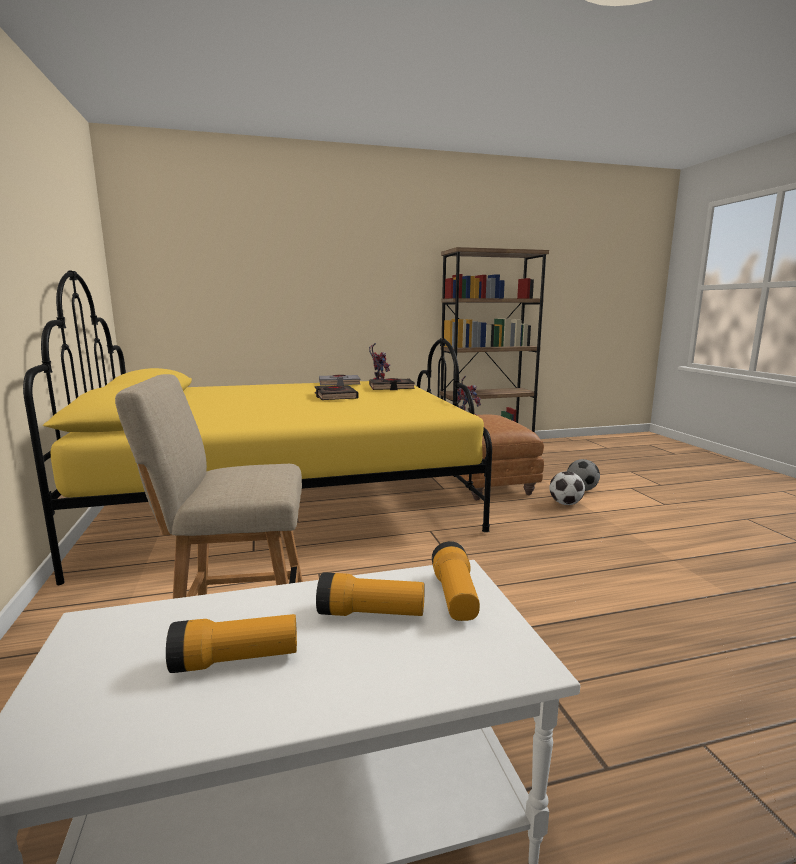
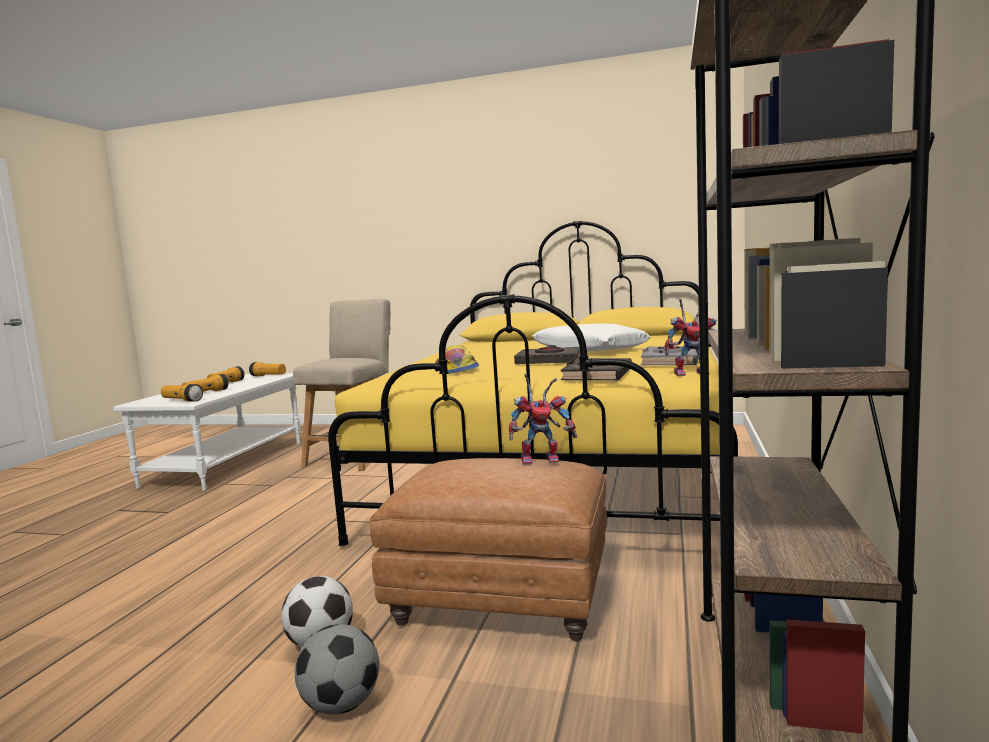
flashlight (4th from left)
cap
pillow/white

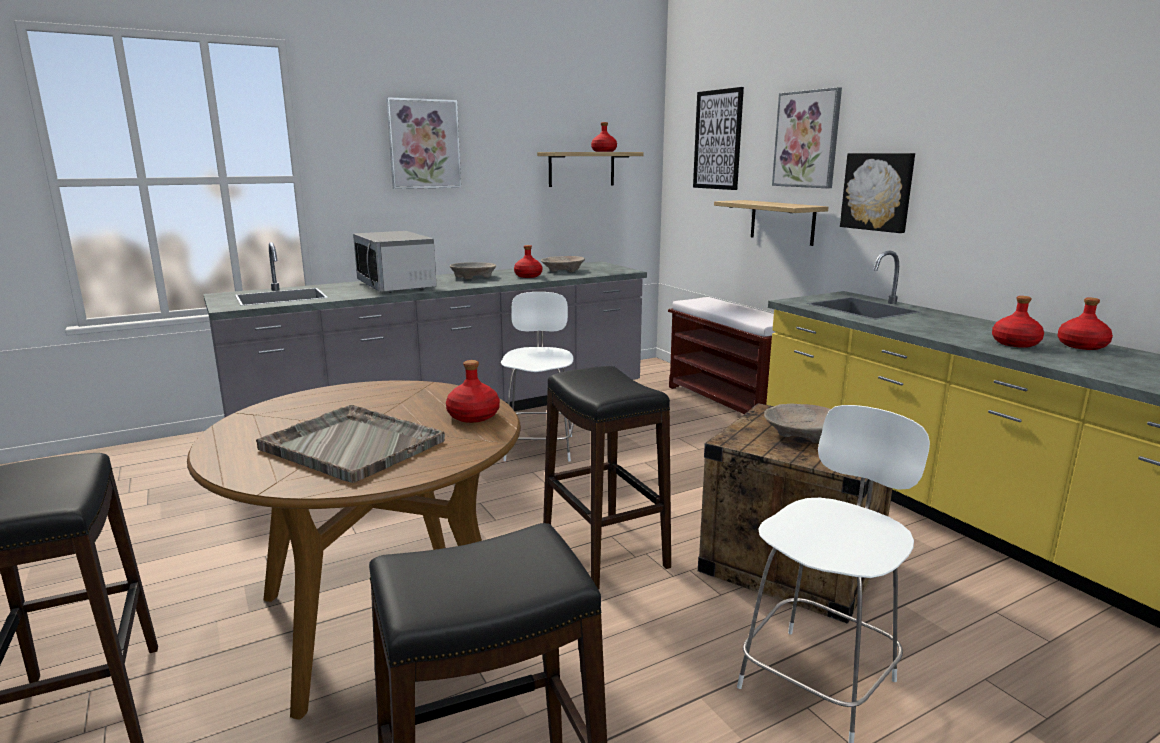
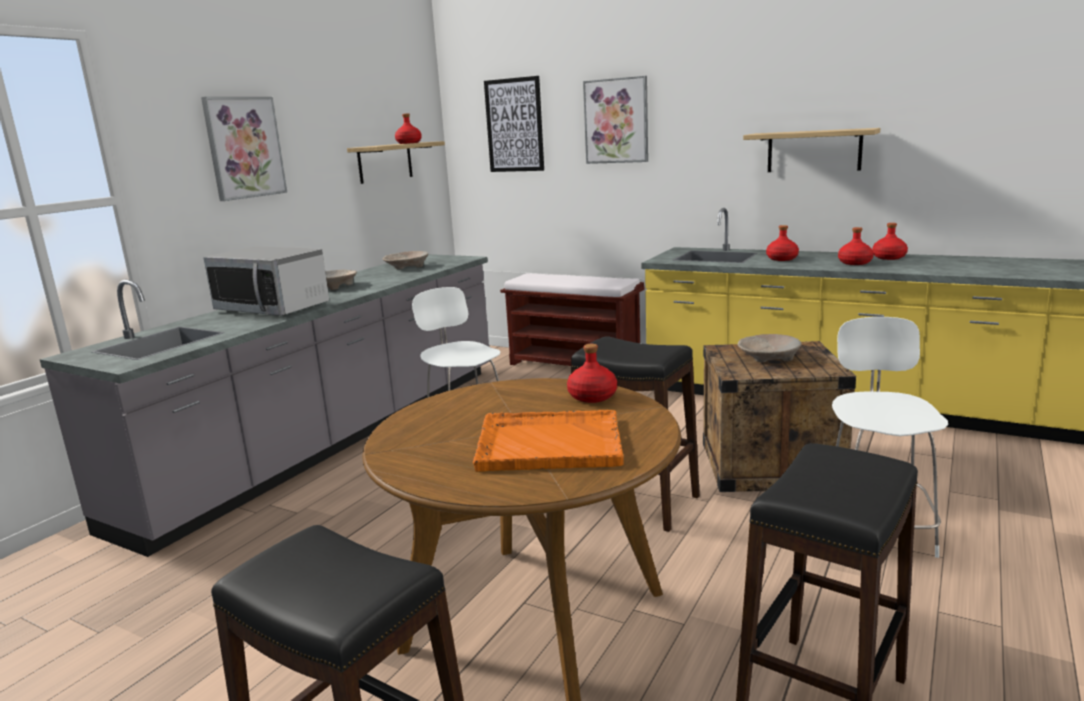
tray/orange
bottle/red (3rd from left)
shelf (2nd from left)
picture (4th from left in the first image)

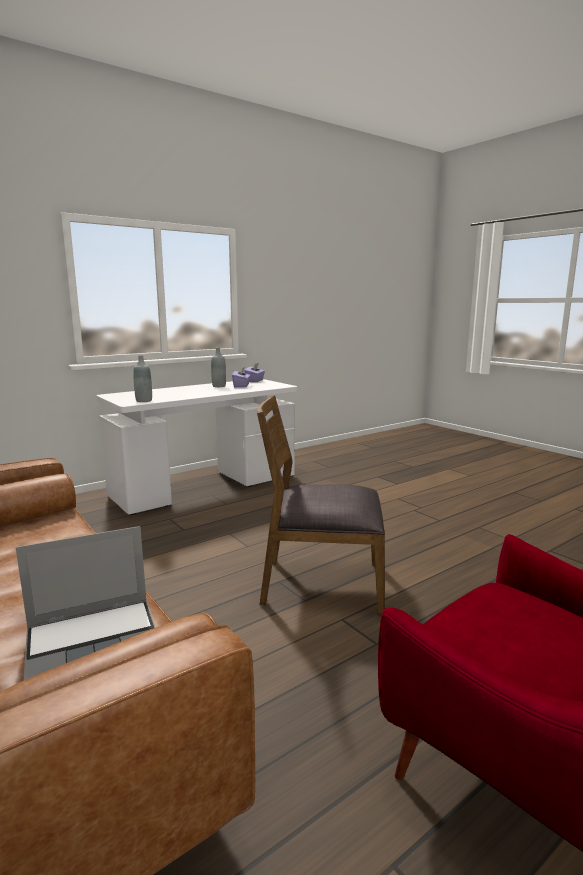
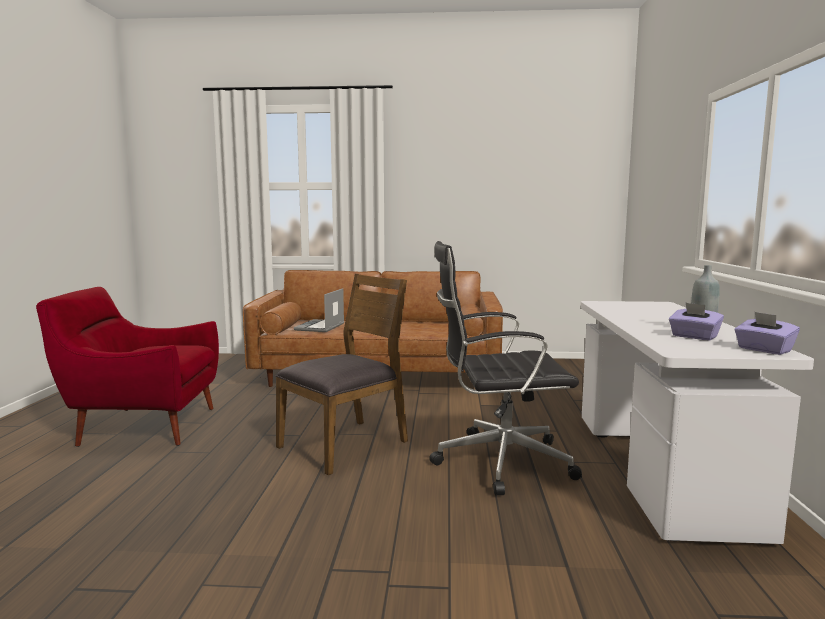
bottle/grey (1st from left in the first image)
office chair/black

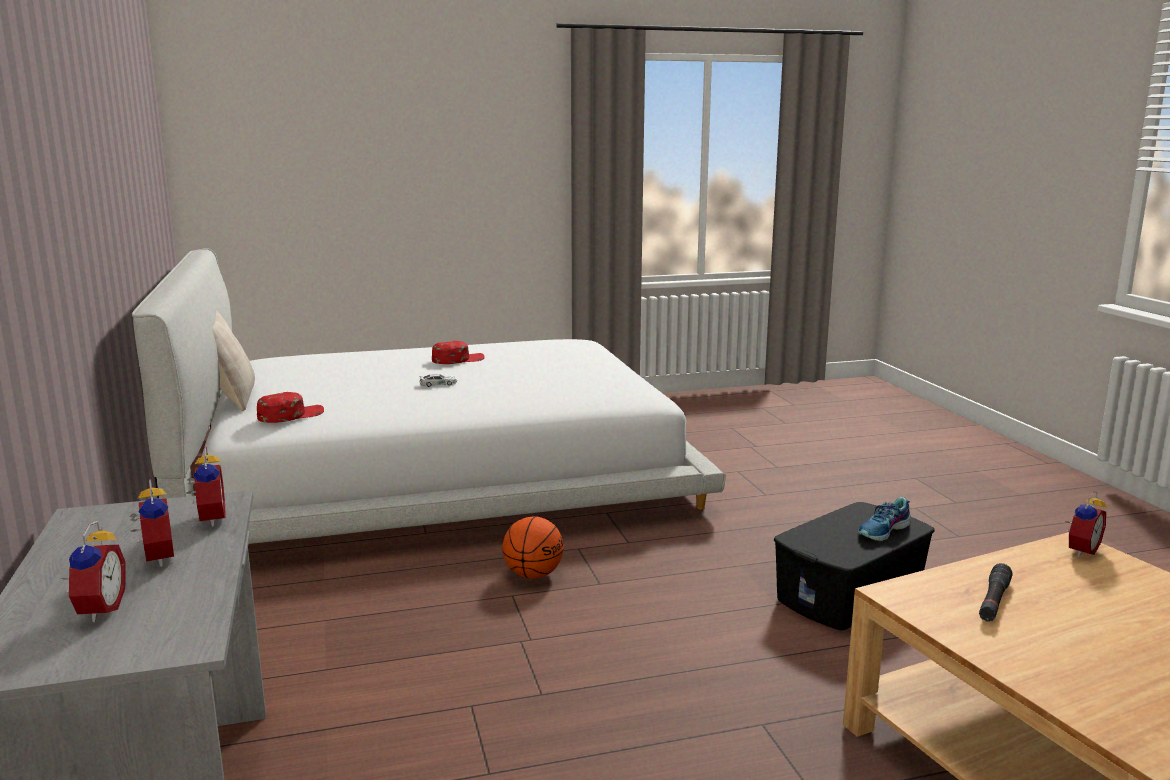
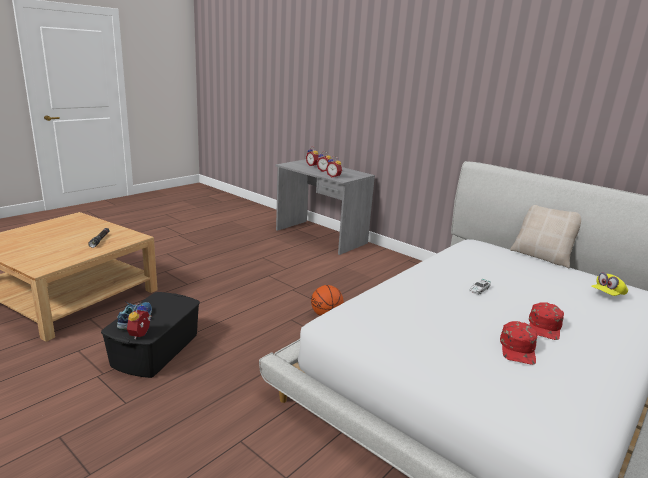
cap/red (1st from left)
alarm clock (1st from left)
cap/yellow

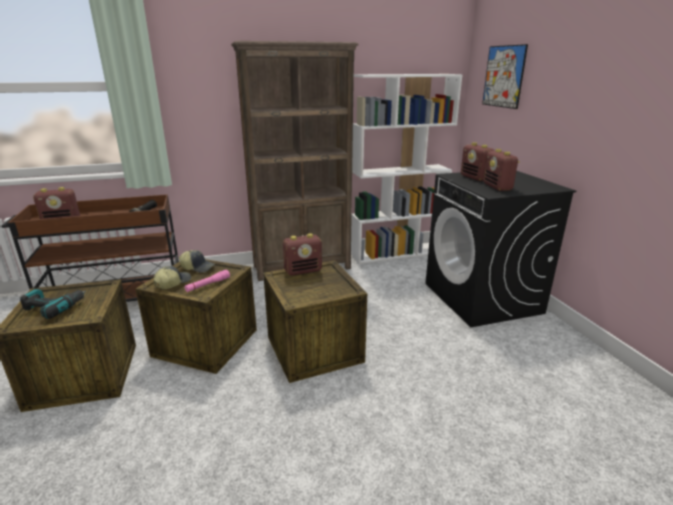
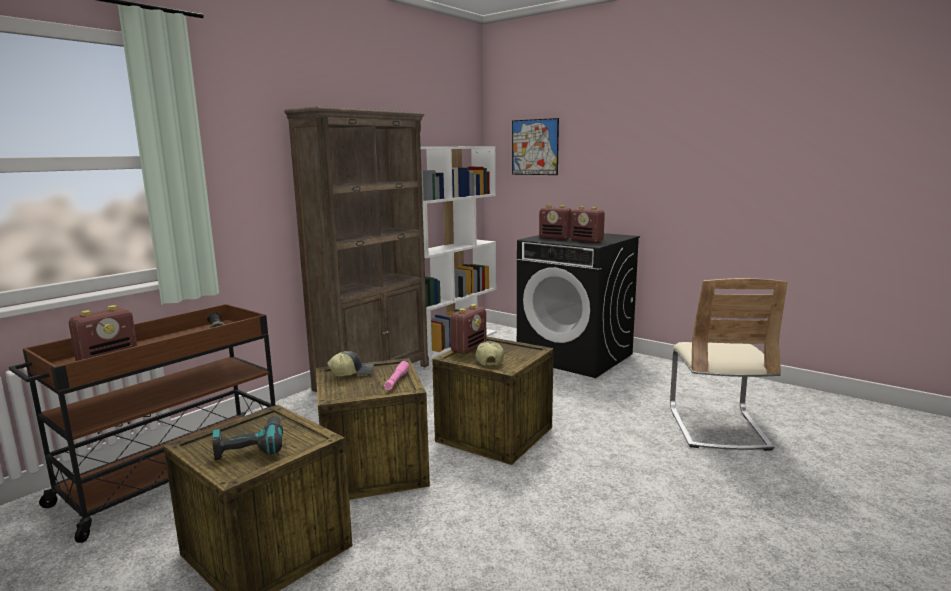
cap (2nd from left)
chair/beige

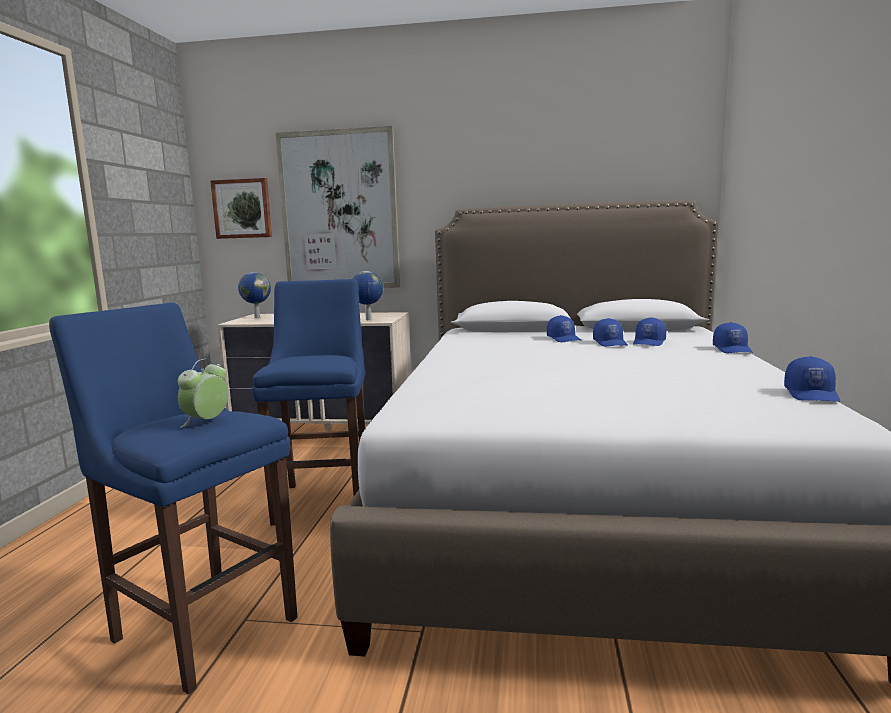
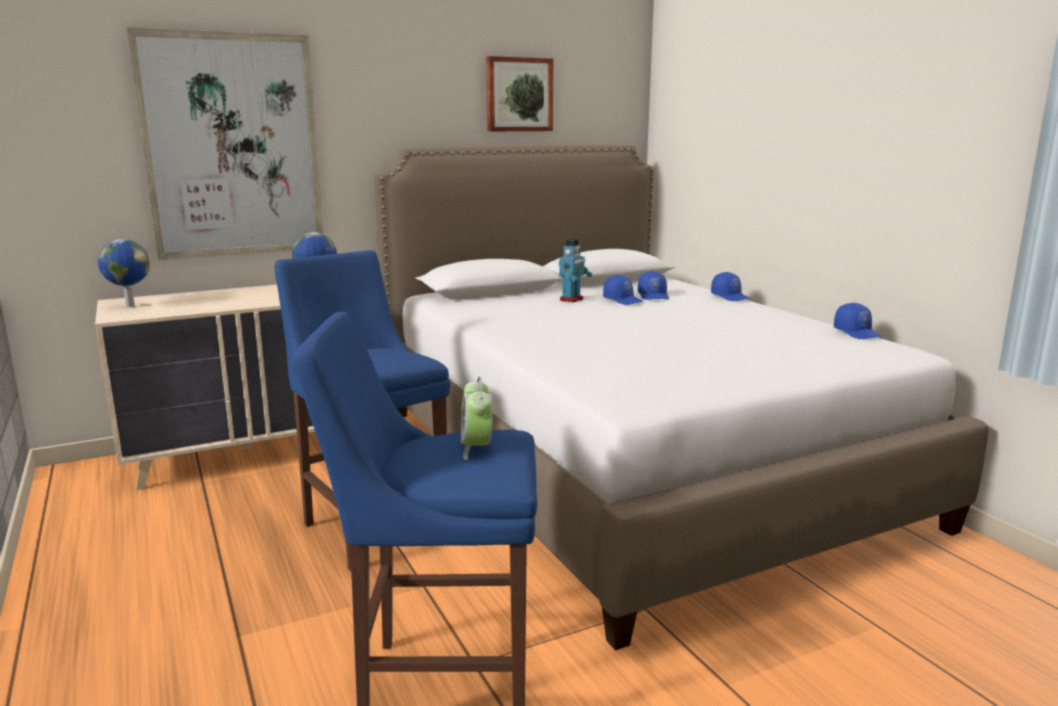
picture (2nd from left)
toy robot

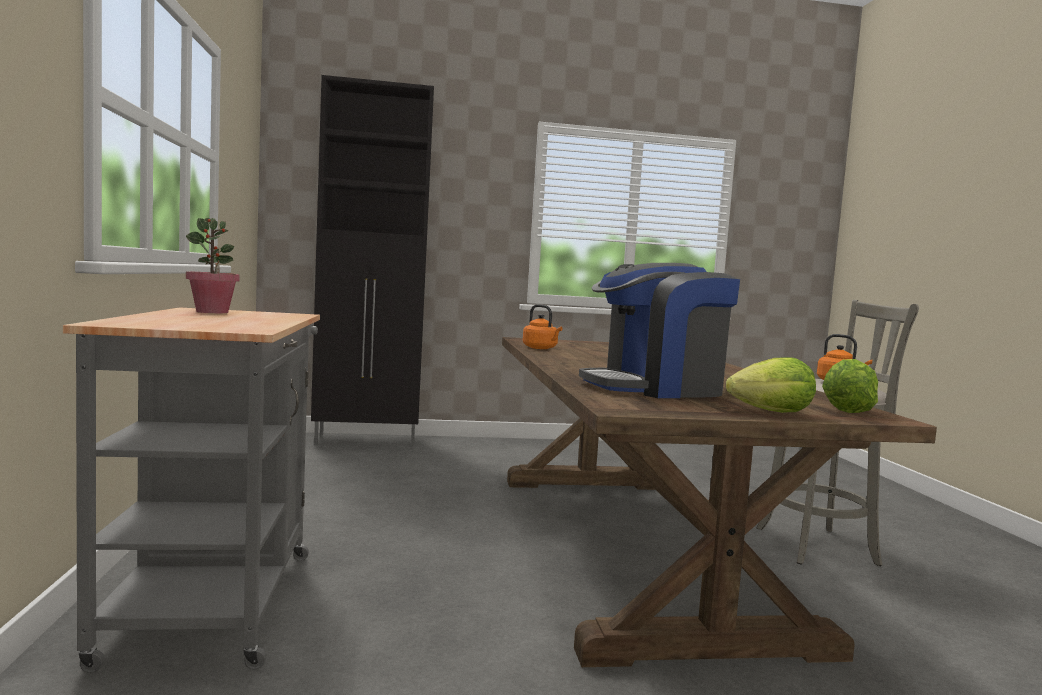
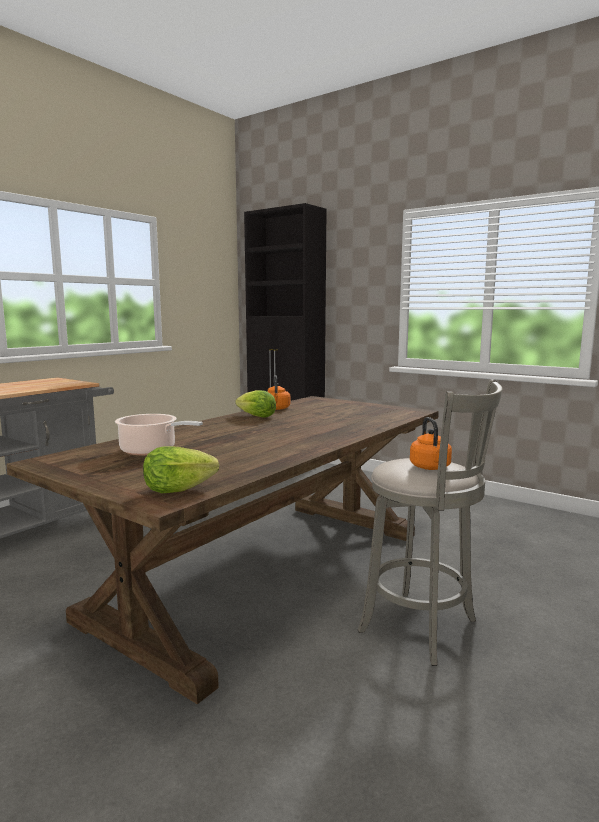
potted plant
cooking pot
lettuce (2nd from left)

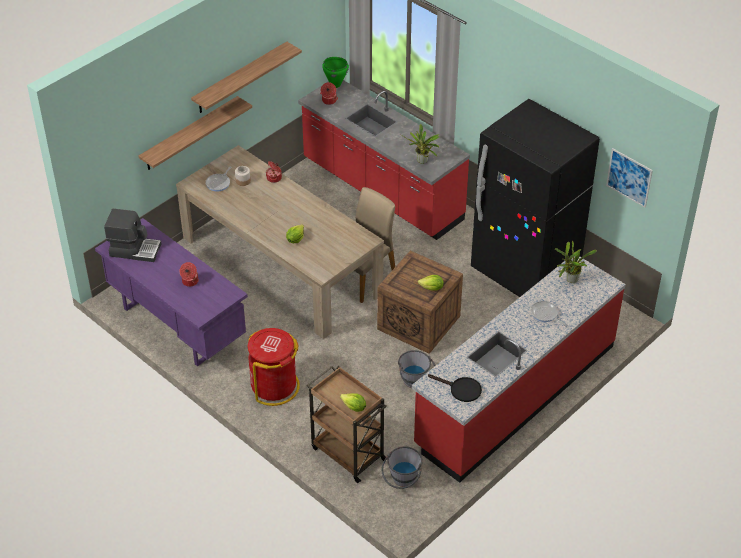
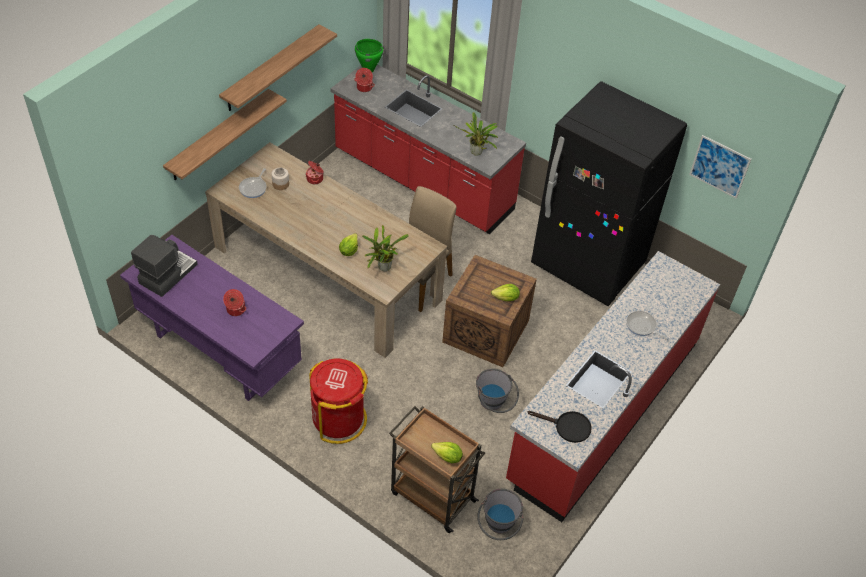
coffee machine
potted plant (1st from left)

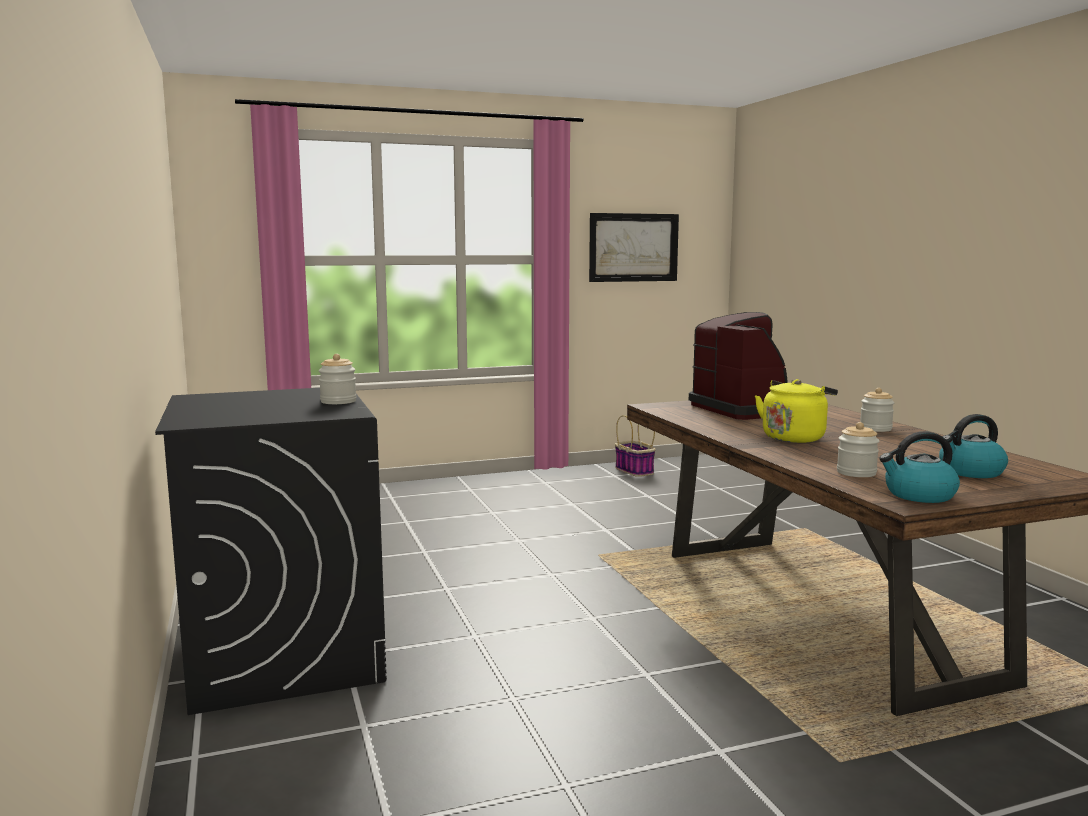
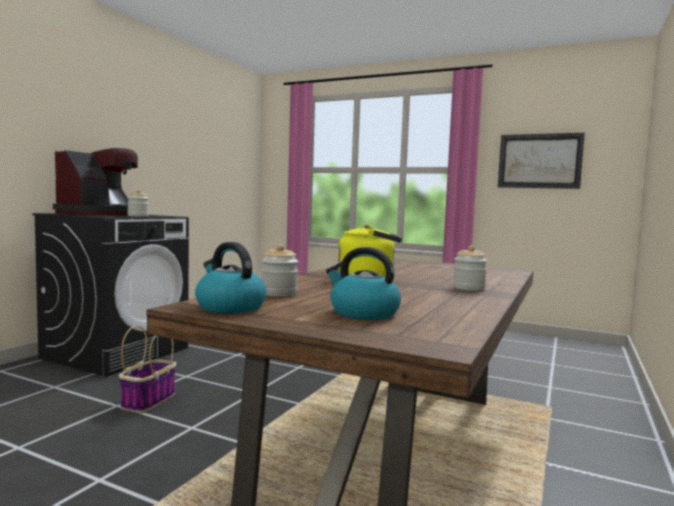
basket
coffee machine

